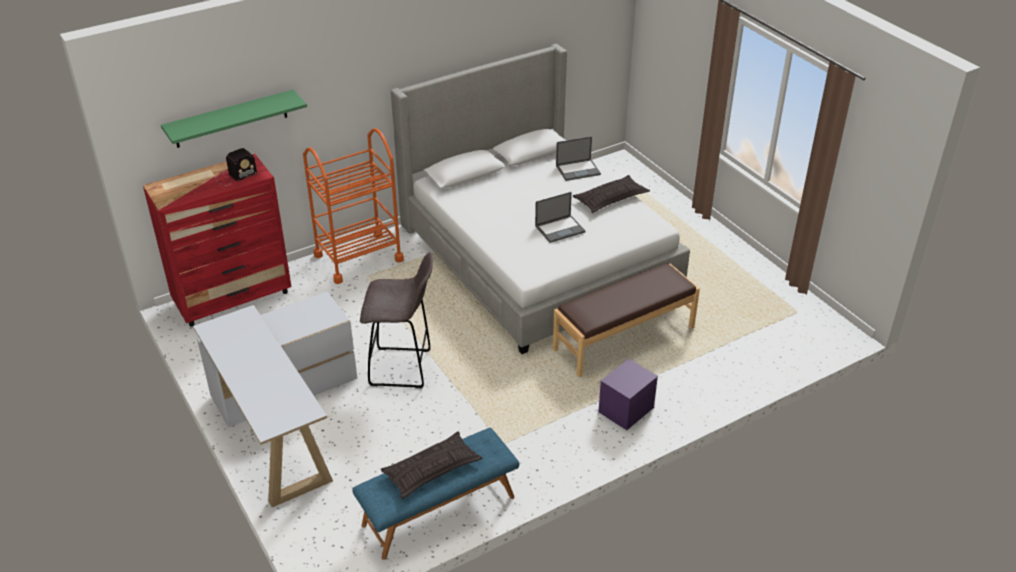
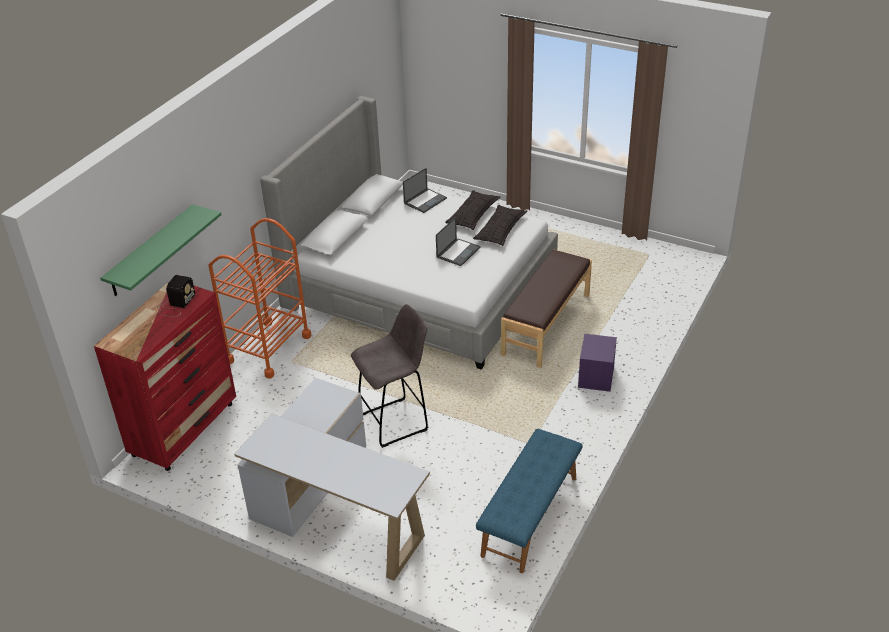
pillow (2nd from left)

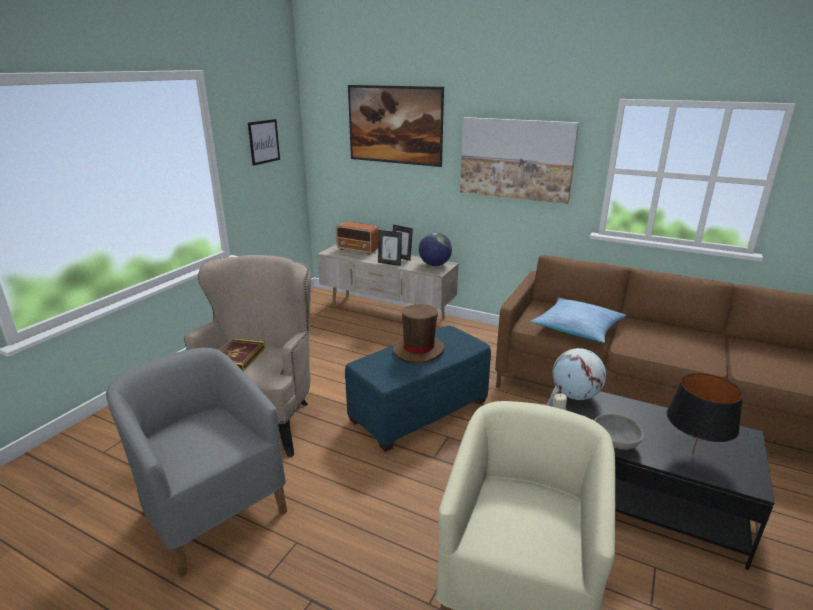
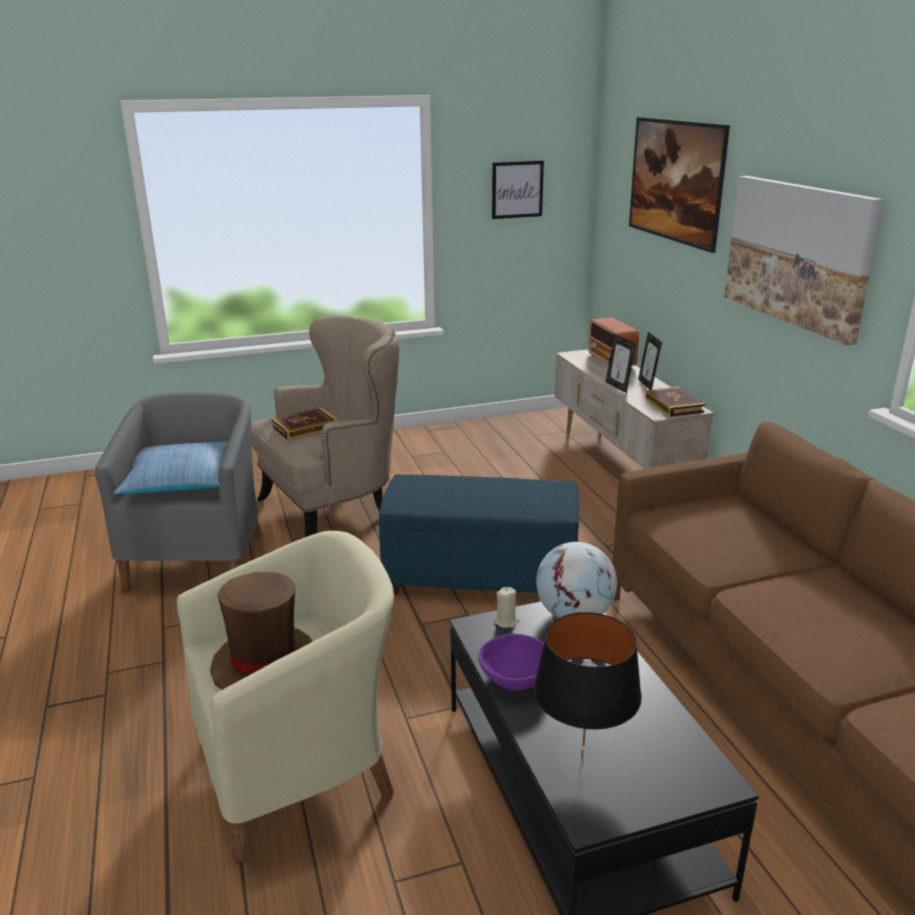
hat/brown
book (2nd from left)
pillow
bowl/purple

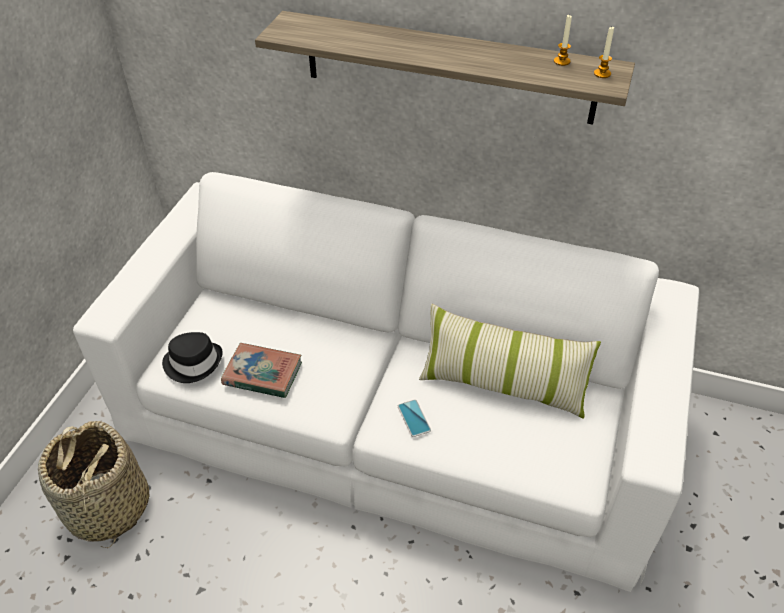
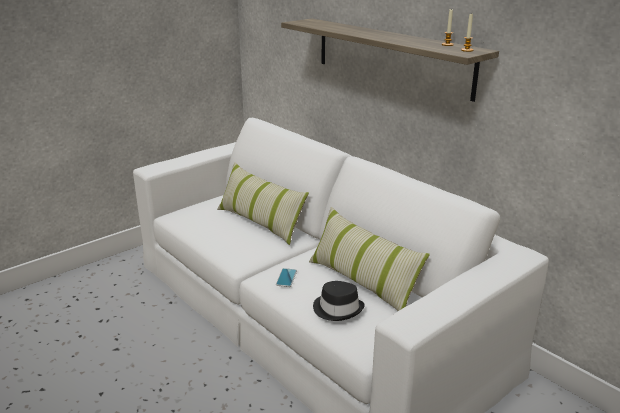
basket
hat/black
book
pillow (1st from left)

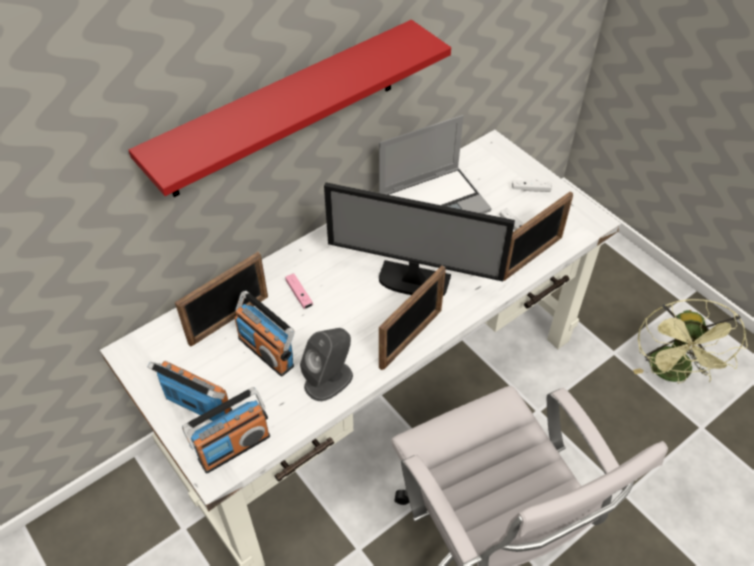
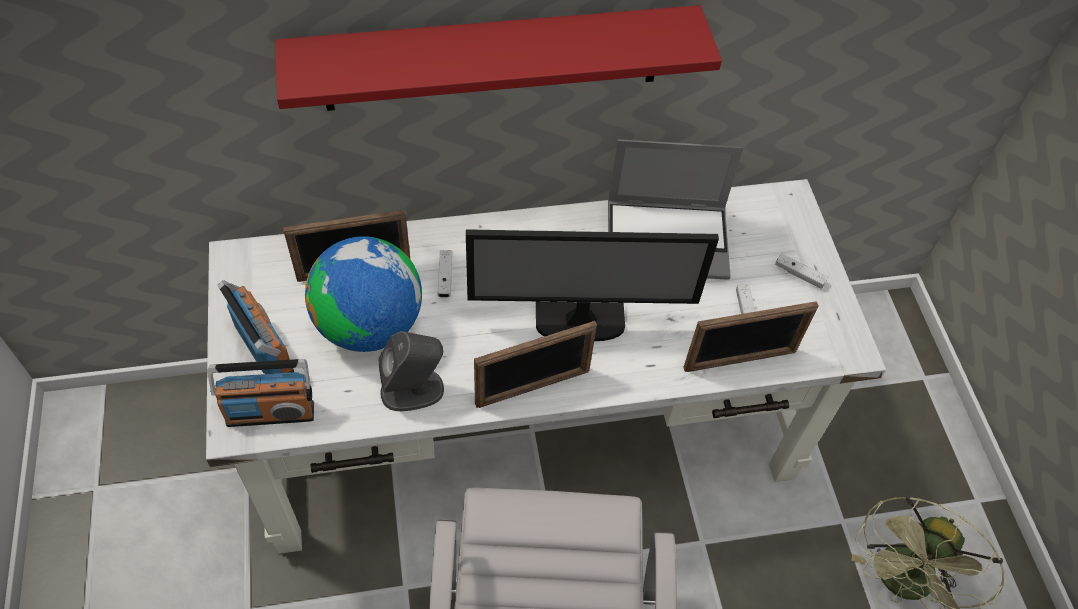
globe
game controller/white (1st from left)
monitor

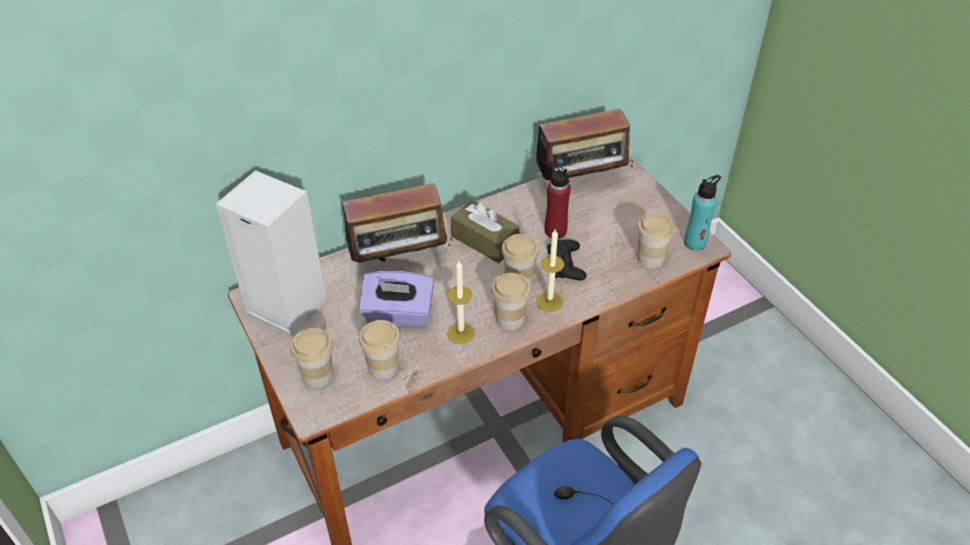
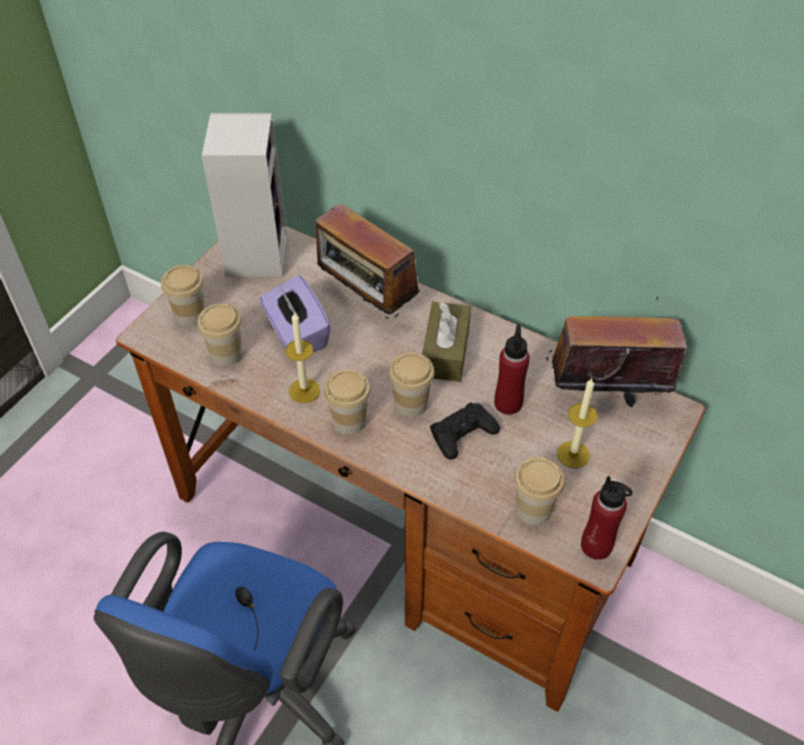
radio (2nd from left)
candle (2nd from left)
bottle/red (2nd from left)

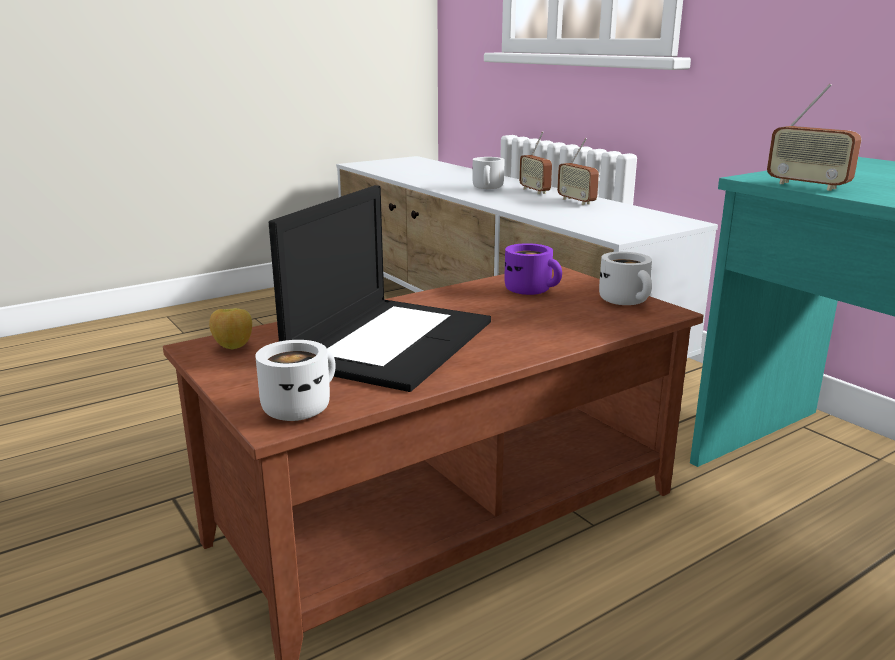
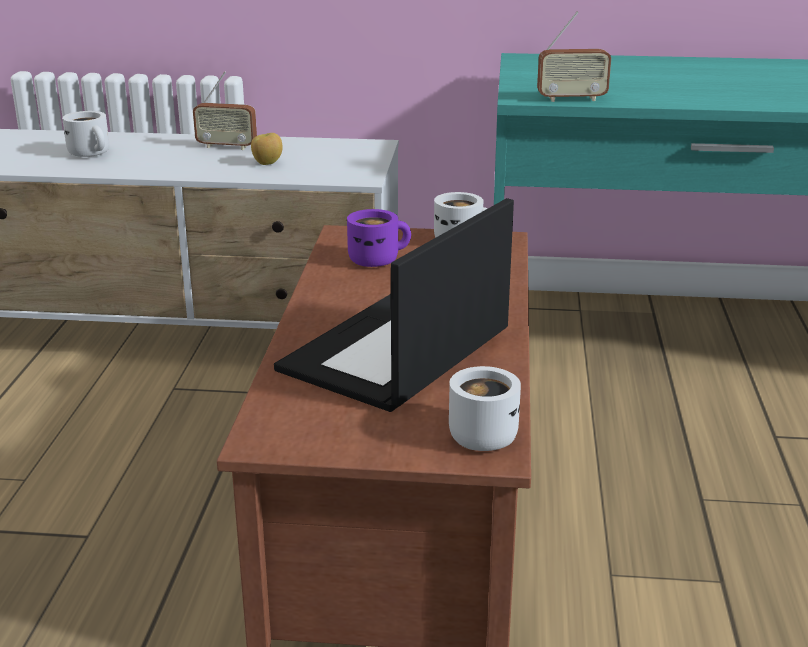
apple
laptop
radio (1st from left in the first image)

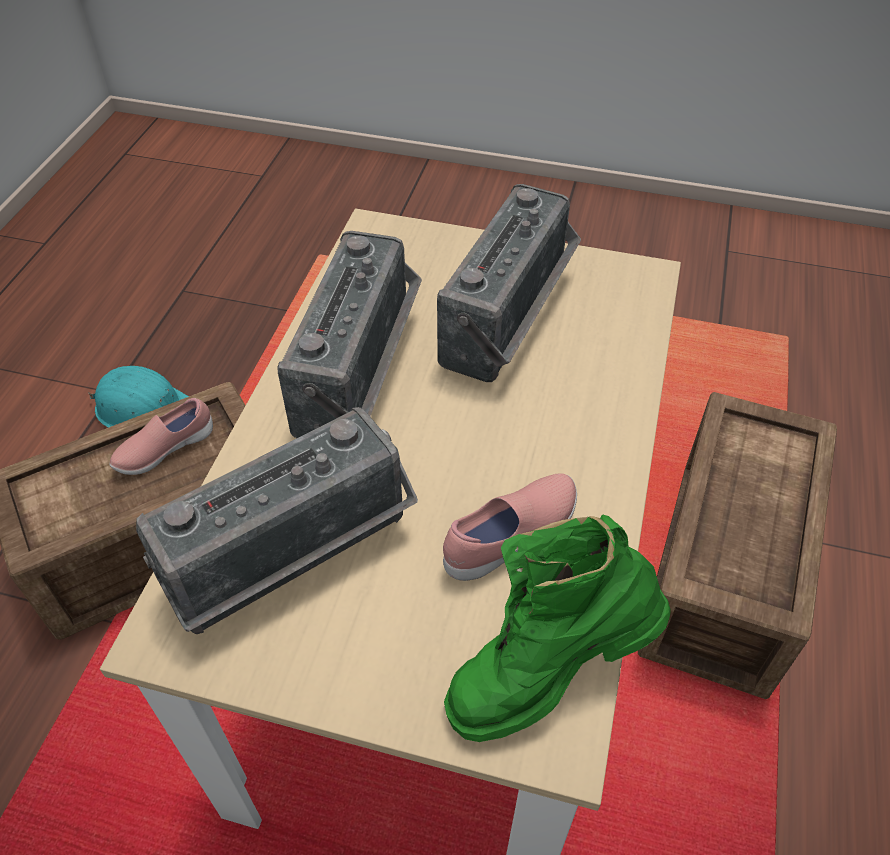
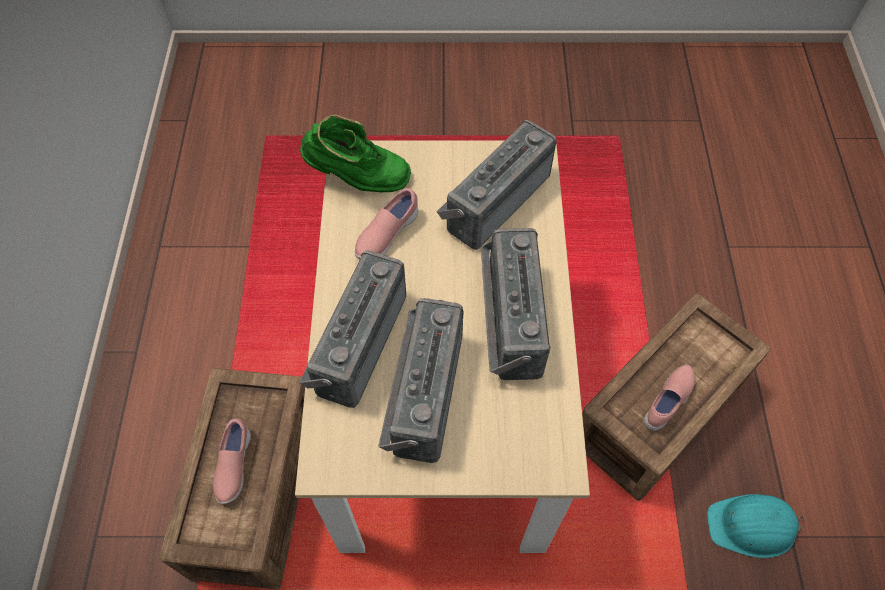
boot/green
shoe/pink (1st from left)
radio (1st from left)

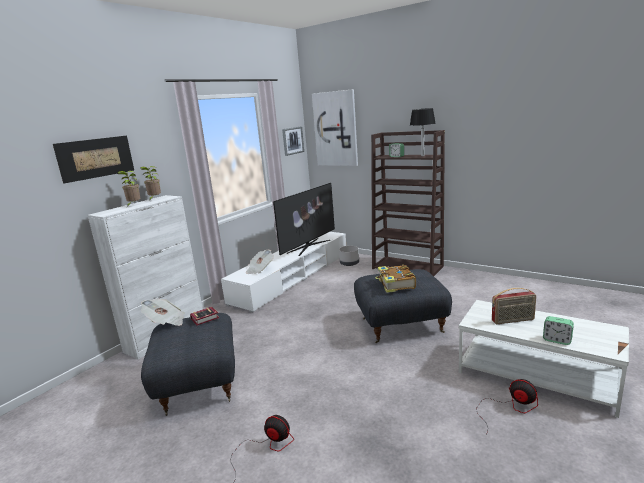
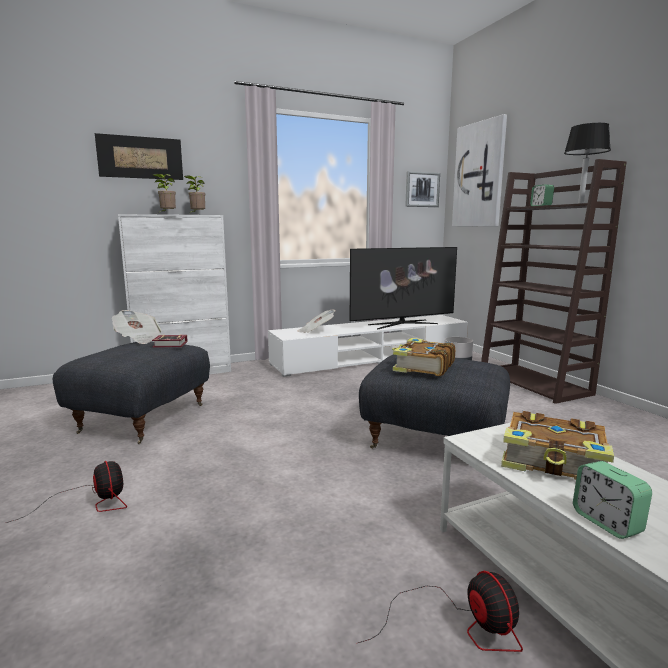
book (3rd from left)

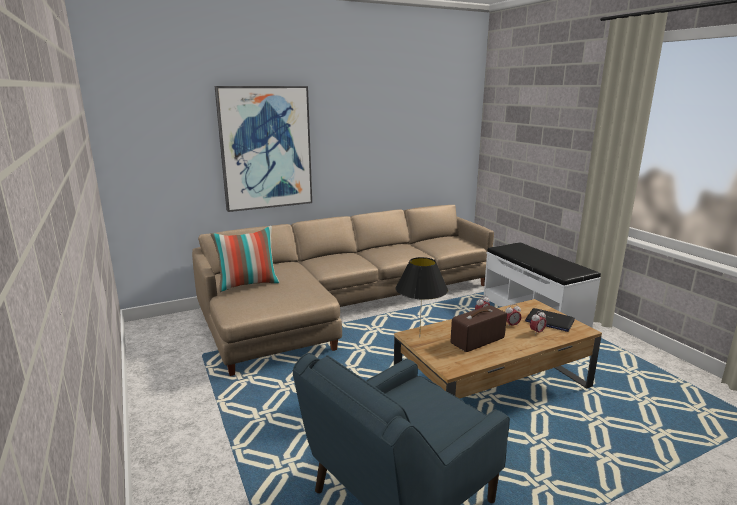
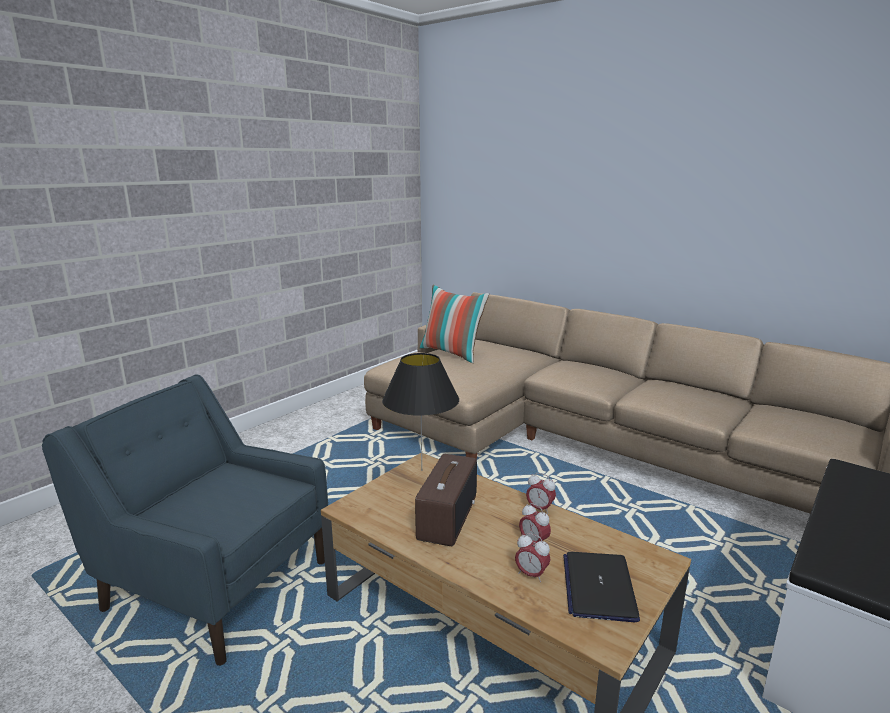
picture
radio

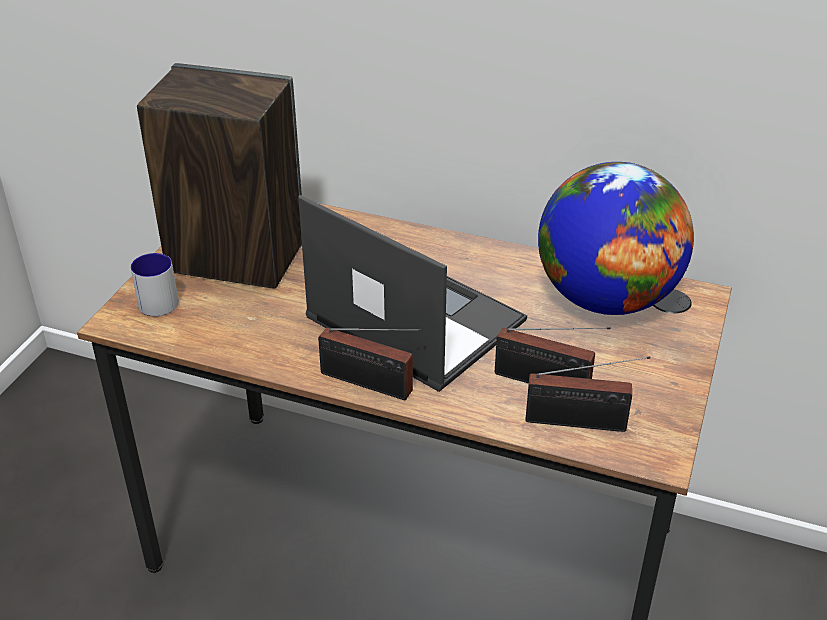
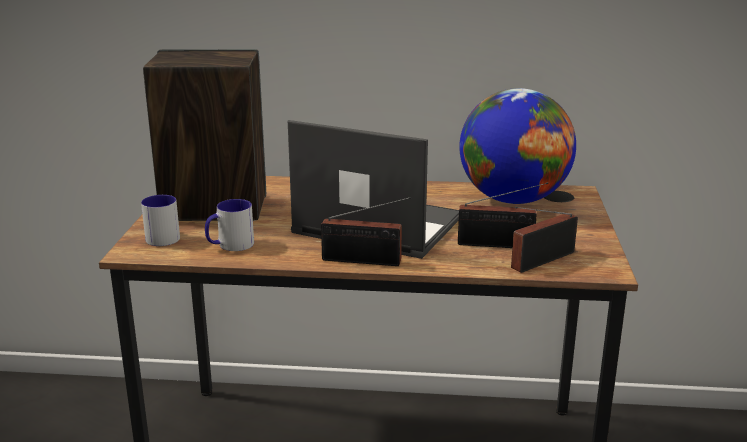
radio (3rd from left)
mug (2nd from left)

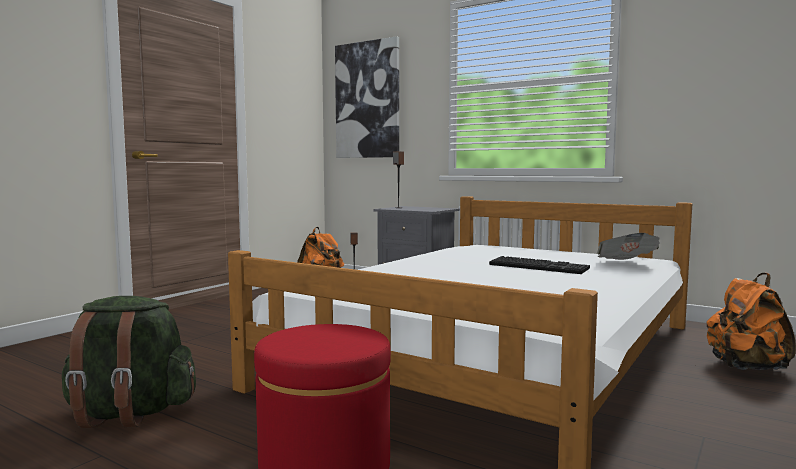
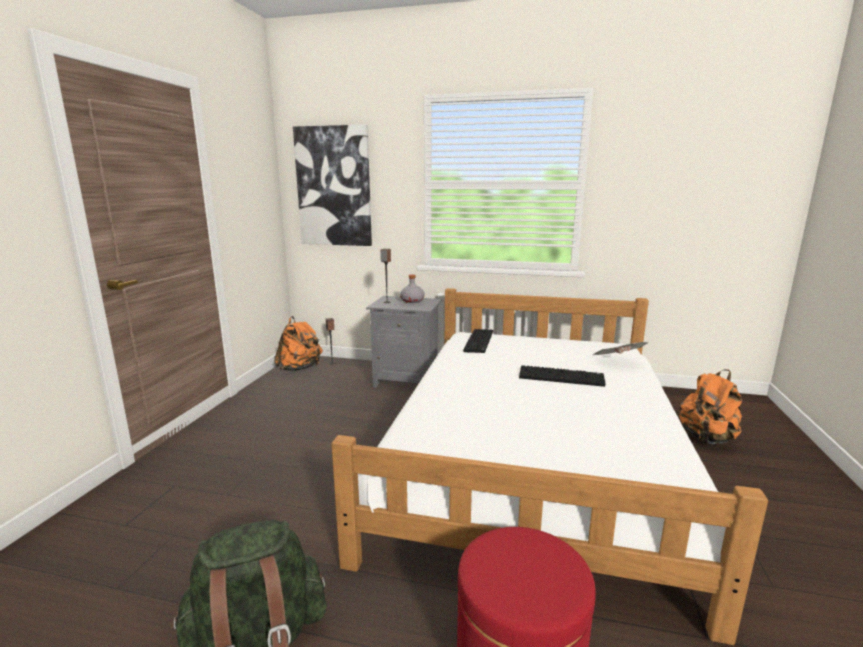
bottle/grey
keyboard (1st from left)

